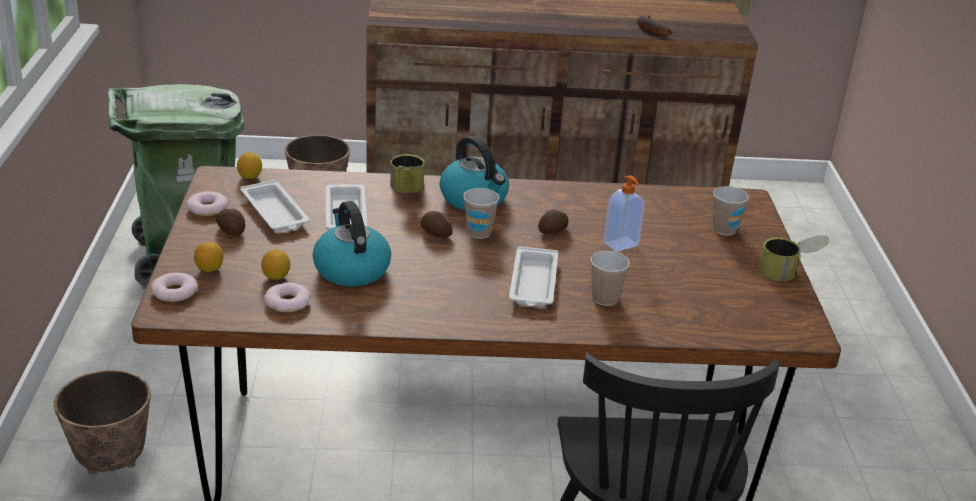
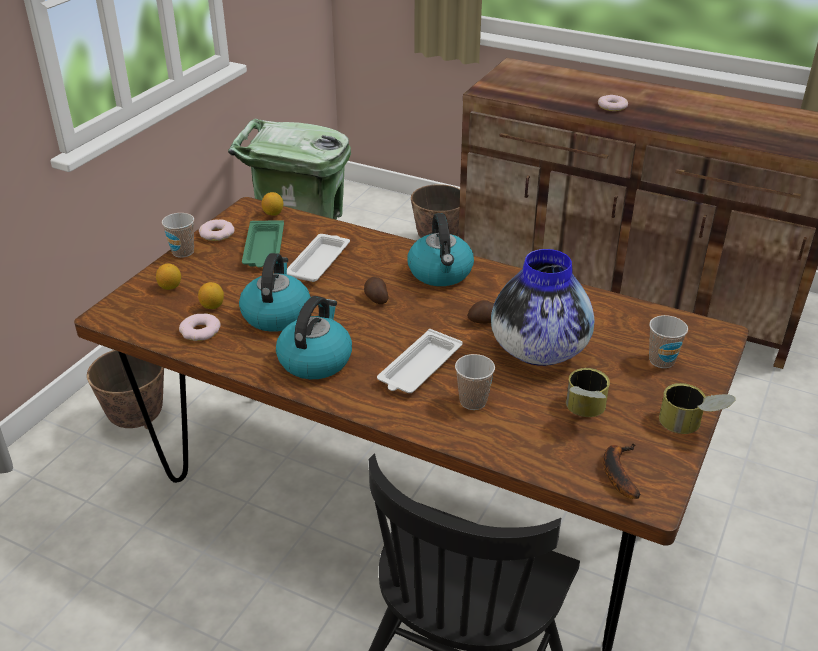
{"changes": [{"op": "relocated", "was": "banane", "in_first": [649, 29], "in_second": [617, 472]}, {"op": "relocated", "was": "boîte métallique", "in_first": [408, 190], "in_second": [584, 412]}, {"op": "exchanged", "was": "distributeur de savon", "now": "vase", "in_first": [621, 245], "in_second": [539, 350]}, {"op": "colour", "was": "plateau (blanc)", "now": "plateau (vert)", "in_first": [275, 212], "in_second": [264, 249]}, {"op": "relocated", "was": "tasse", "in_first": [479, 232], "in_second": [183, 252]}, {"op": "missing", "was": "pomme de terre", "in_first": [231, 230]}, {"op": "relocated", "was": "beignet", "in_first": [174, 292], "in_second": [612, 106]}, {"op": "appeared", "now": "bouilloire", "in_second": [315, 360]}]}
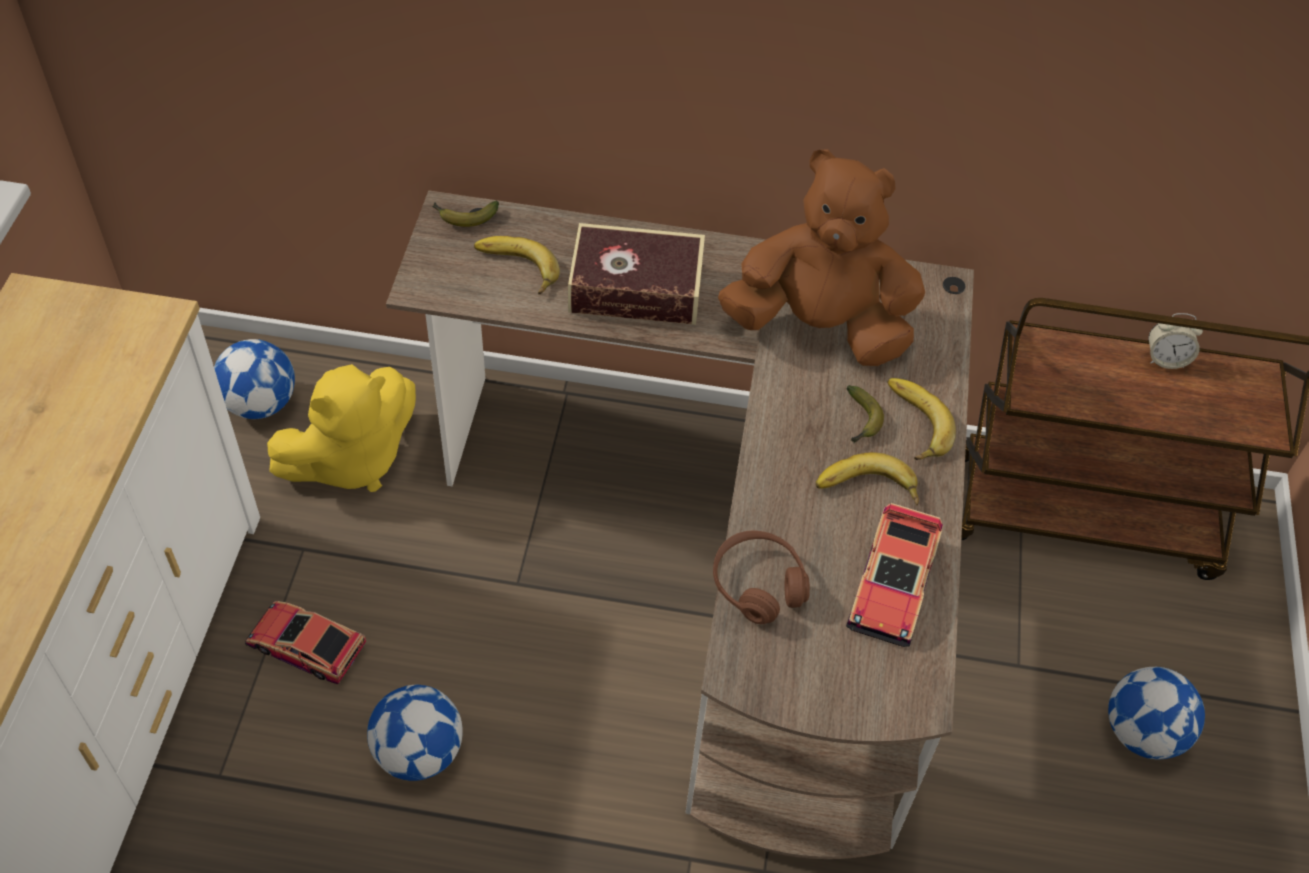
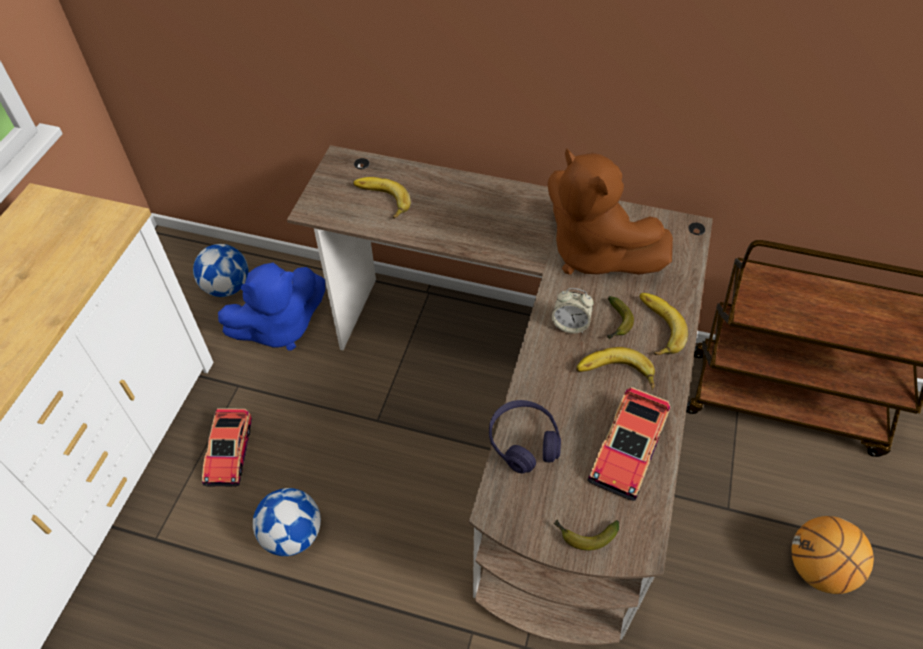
{"changes": [{"op": "spun", "was": "peluche (marron)", "in_first": [819, 327], "in_second": [593, 253], "clockwise": -150}, {"op": "relocated", "was": "banane", "in_first": [464, 217], "in_second": [584, 535]}, {"op": "missing", "was": "livre", "in_first": [636, 288]}, {"op": "relocated", "was": "réveil", "in_first": [1165, 359], "in_second": [570, 324]}, {"op": "colour", "was": "peluche (jaune)", "now": "peluche (bleu)", "in_first": [352, 459], "in_second": [280, 328]}, {"op": "colour", "was": "casque audio (marron)", "now": "casque audio (violet)", "in_first": [758, 584], "in_second": [523, 441]}, {"op": "spun", "was": "petite voiture", "in_first": [306, 646], "in_second": [228, 452], "clockwise": -120}, {"op": "exchanged", "was": "ballon de foot", "now": "ballon de basket", "in_first": [1142, 733], "in_second": [818, 568]}]}
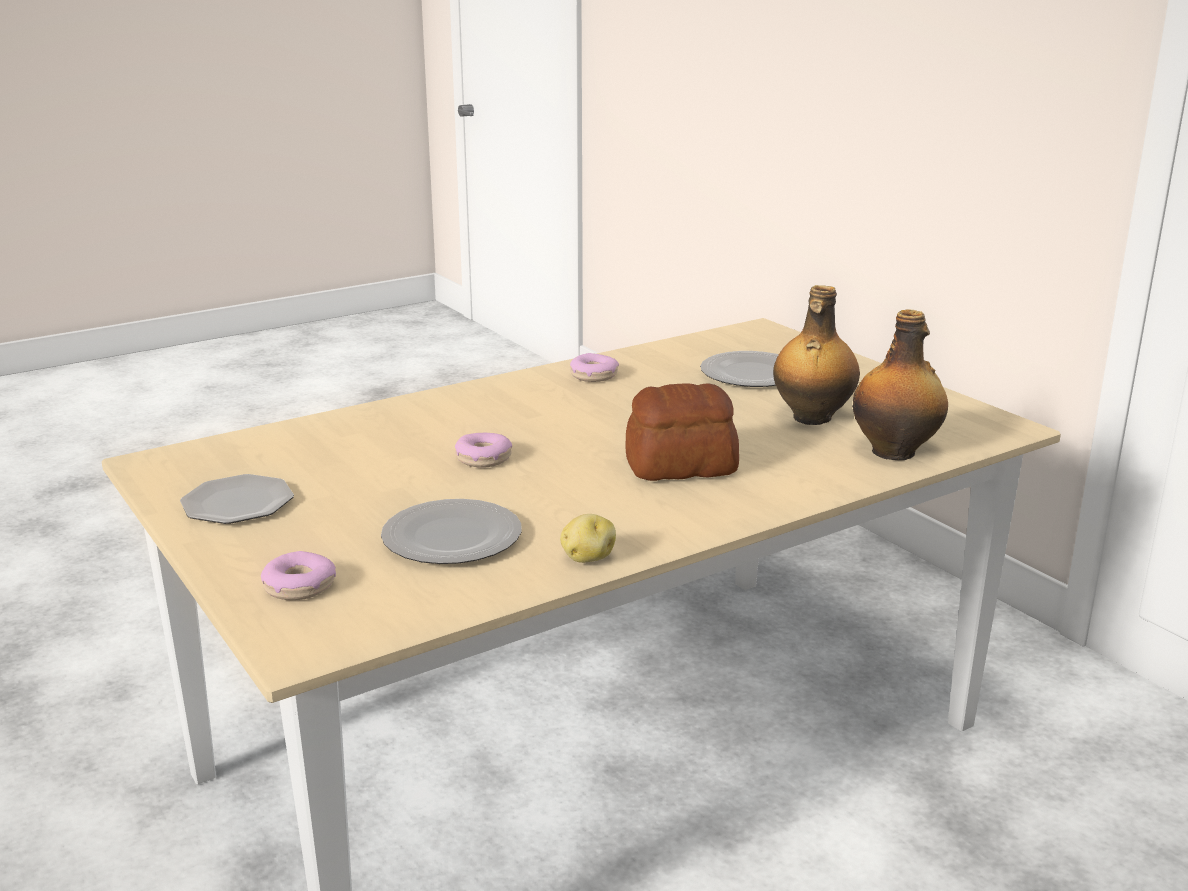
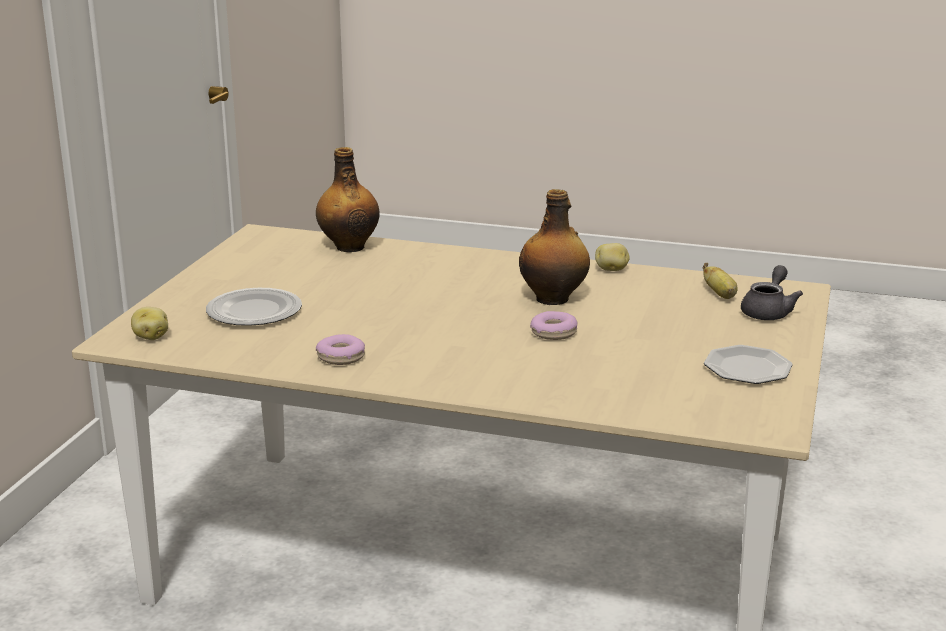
{"changes": [{"op": "relocated", "was": "bouteille", "in_first": [811, 418], "in_second": [553, 299]}, {"op": "missing", "was": "pain", "in_first": [679, 466]}, {"op": "missing", "was": "assiette", "in_first": [450, 537]}, {"op": "exchanged", "was": "beignet", "now": "théière (gris)", "in_first": [300, 586], "in_second": [768, 311]}, {"op": "appeared", "now": "banane", "in_second": [720, 295]}, {"op": "appeared", "now": "pomme de terre", "in_second": [151, 337]}]}
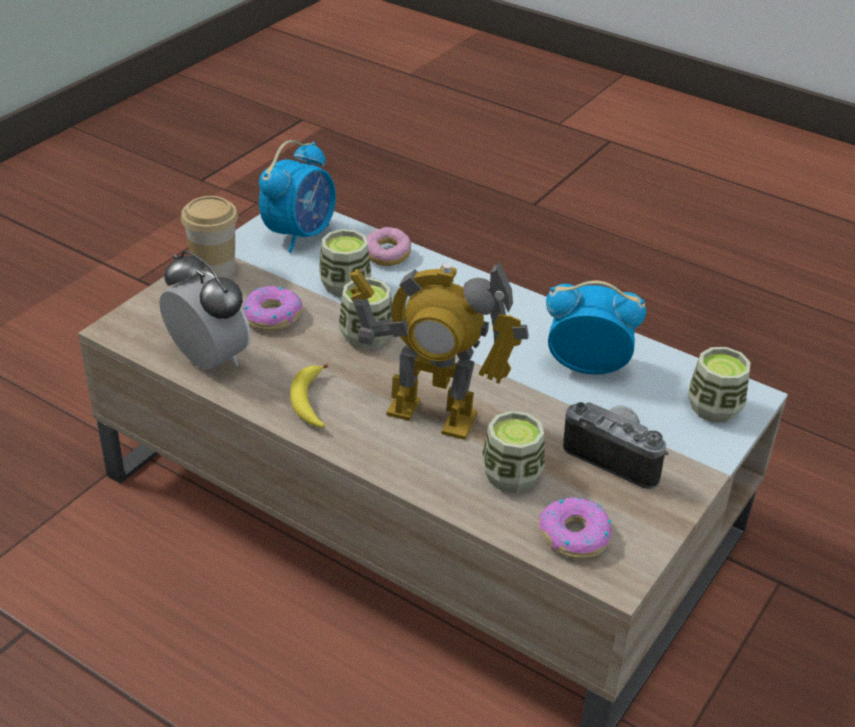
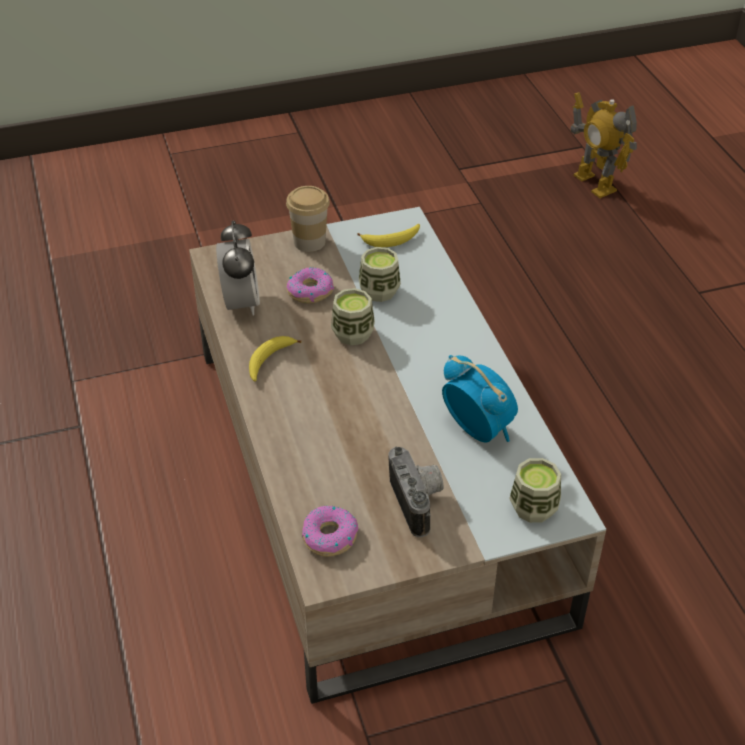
{"changes": [{"op": "exchanged", "was": "réveil", "now": "banane", "in_first": [300, 234], "in_second": [391, 240]}, {"op": "missing", "was": "beignet", "in_first": [387, 255]}, {"op": "relocated", "was": "robot jouet", "in_first": [432, 415], "in_second": [594, 183]}, {"op": "missing", "was": "tasse", "in_first": [511, 476]}]}
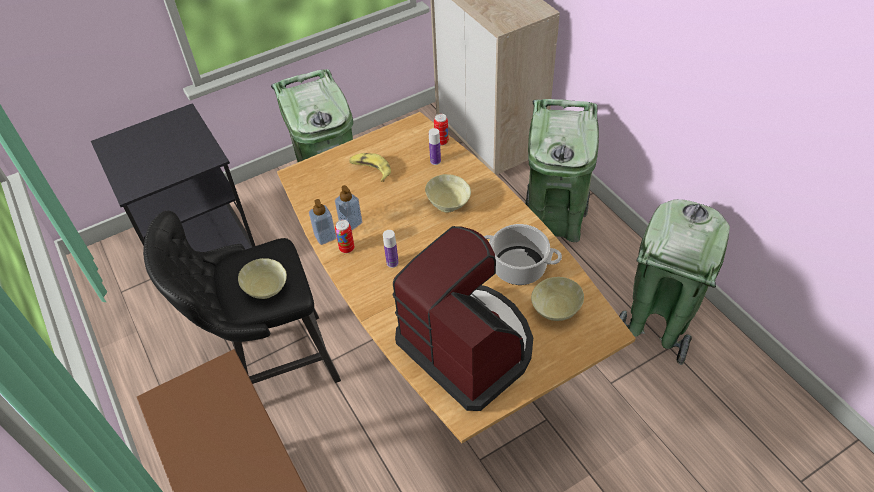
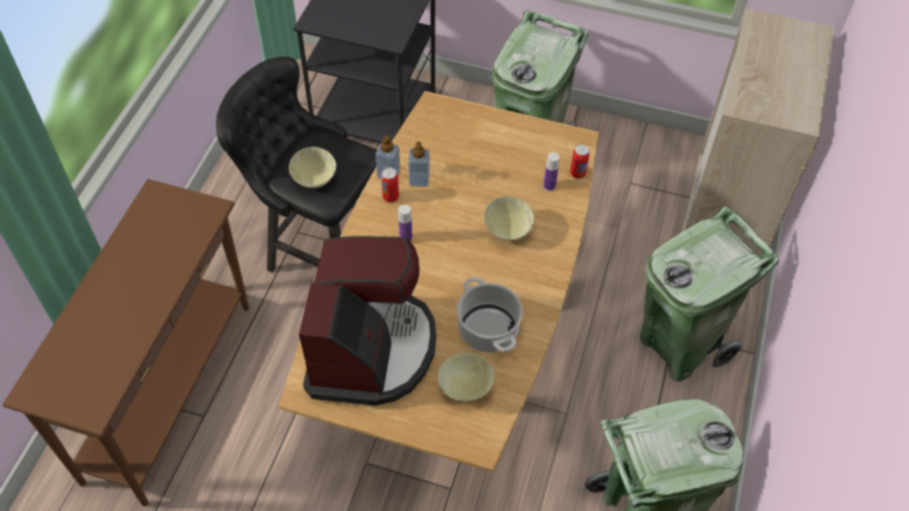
{"changes": [{"op": "missing", "was": "banane", "in_first": [371, 170]}]}
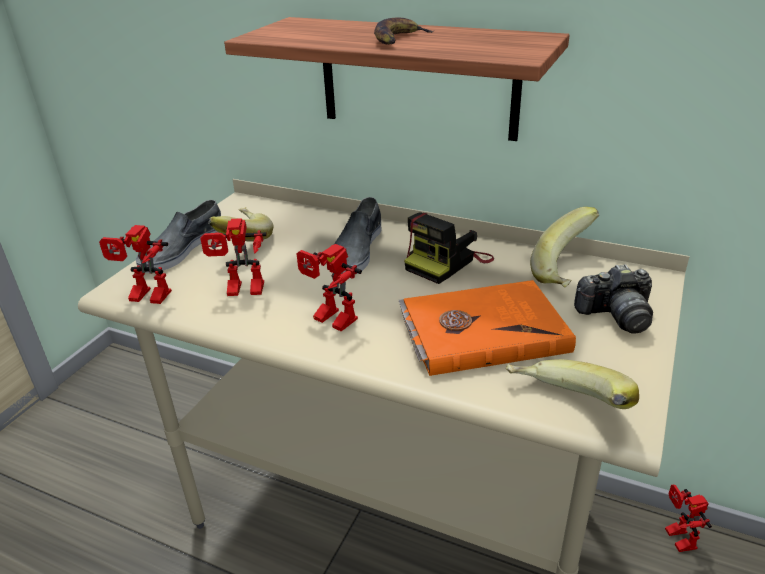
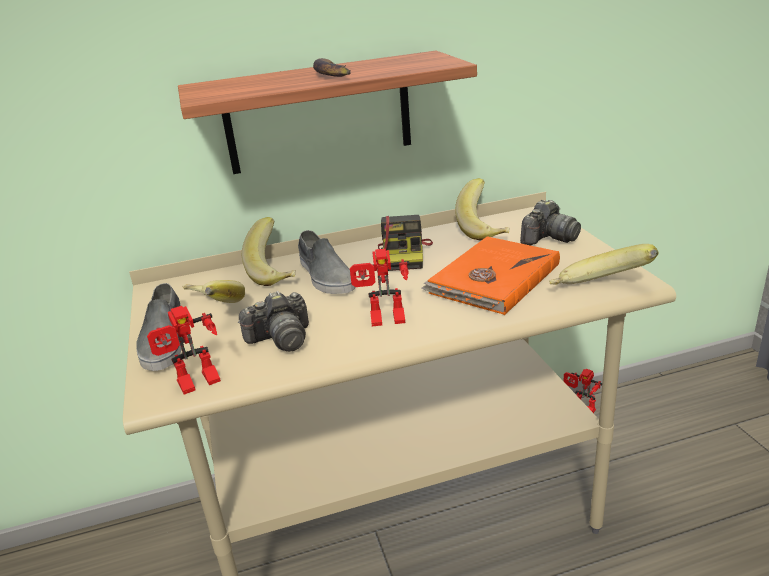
{"changes": [{"op": "exchanged", "was": "robot jouet", "now": "appareil photo", "in_first": [242, 291], "in_second": [281, 339]}, {"op": "appeared", "now": "banane", "in_second": [277, 272]}]}
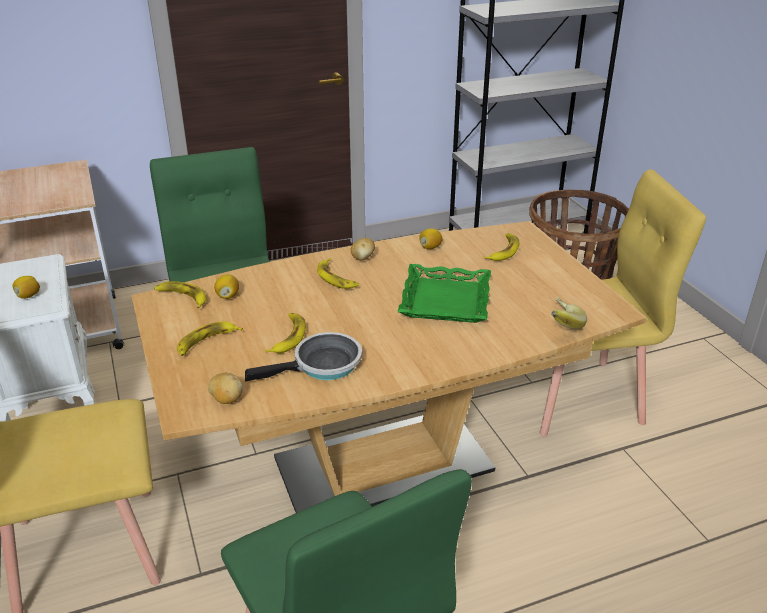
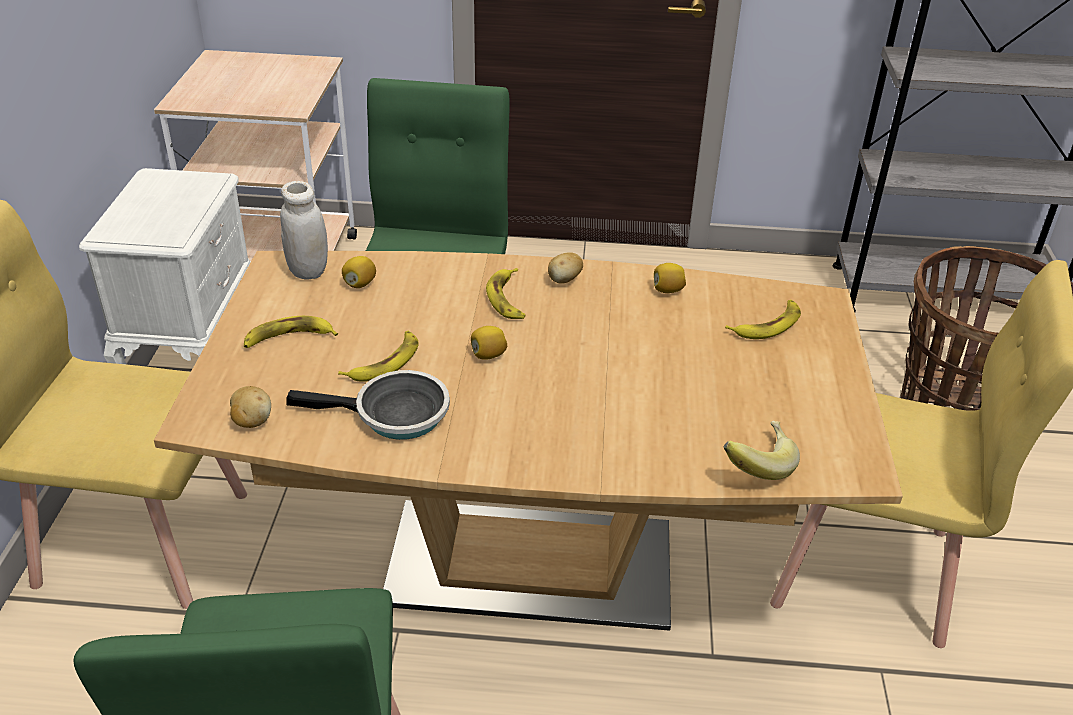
{"changes": [{"op": "missing", "was": "plateau (vert)", "in_first": [444, 300]}, {"op": "relocated", "was": "citron", "in_first": [28, 296], "in_second": [488, 355]}, {"op": "exchanged", "was": "banane", "now": "bocal (blanc)", "in_first": [182, 297], "in_second": [308, 270]}]}
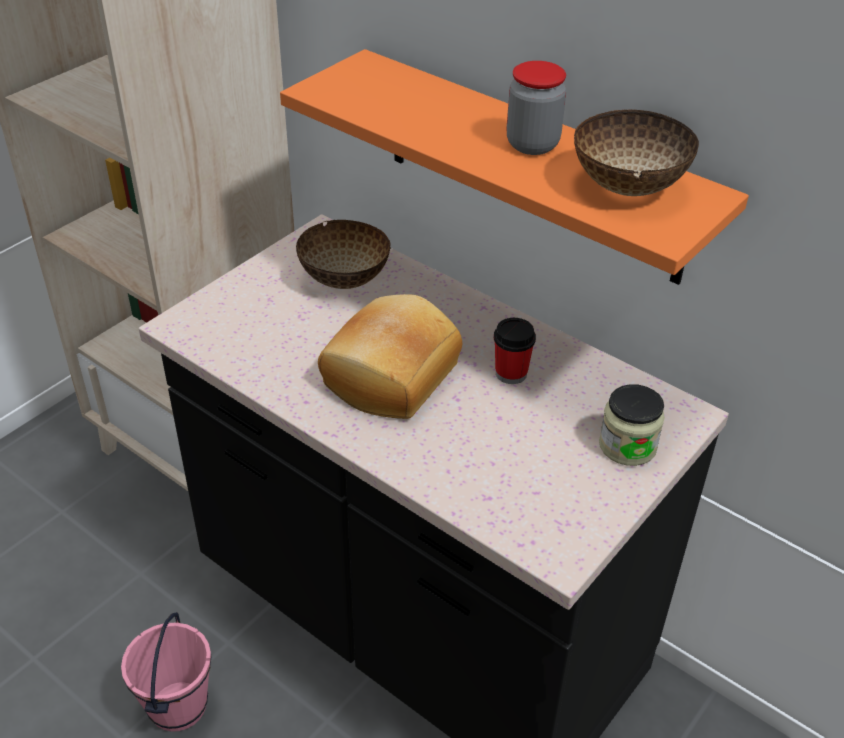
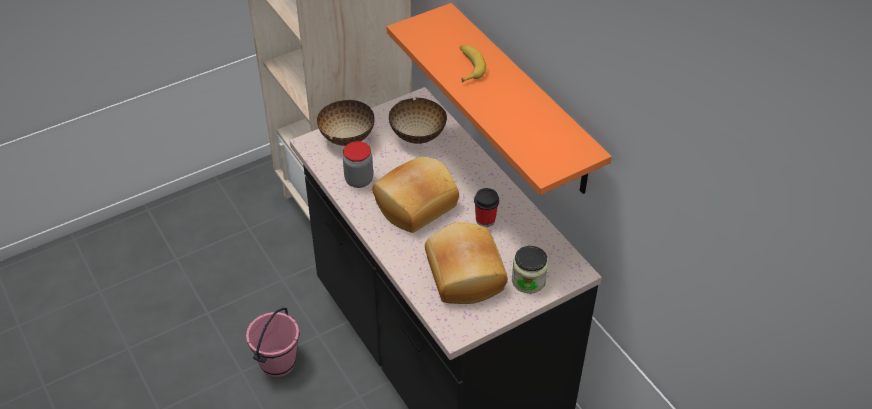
{"changes": [{"op": "relocated", "was": "bocal", "in_first": [532, 144], "in_second": [359, 180]}, {"op": "relocated", "was": "bol", "in_first": [626, 186], "in_second": [347, 137]}, {"op": "appeared", "now": "banane", "in_second": [468, 66]}, {"op": "appeared", "now": "pain", "in_second": [463, 275]}]}
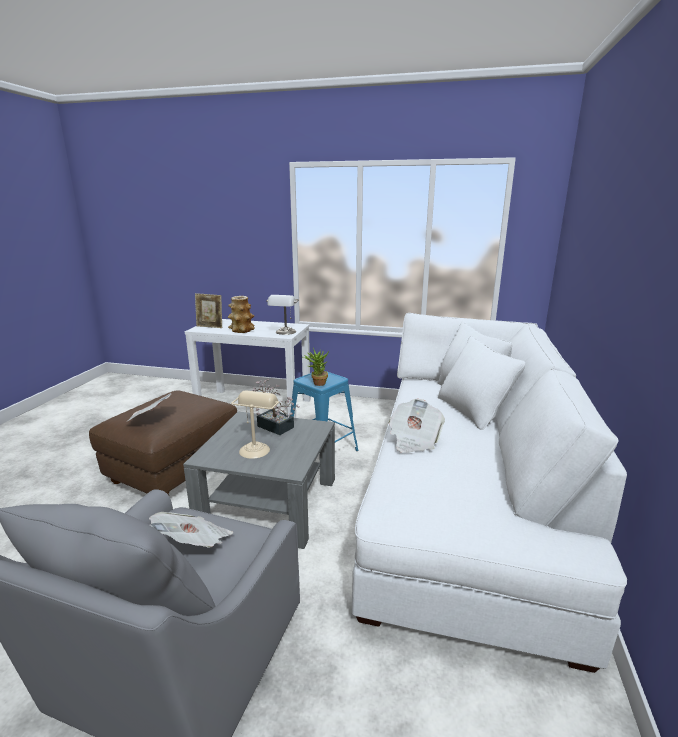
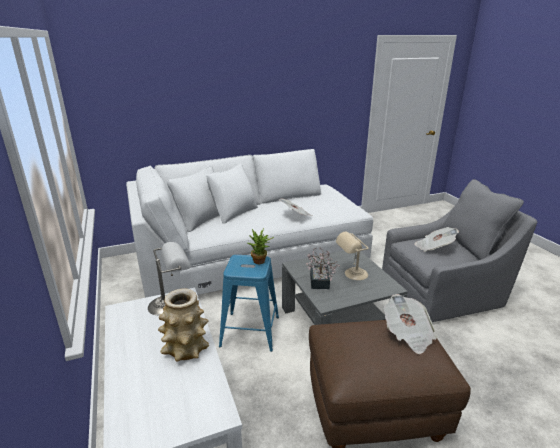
{"changes": [{"op": "missing", "was": "cadre photo", "in_first": [210, 327]}]}
